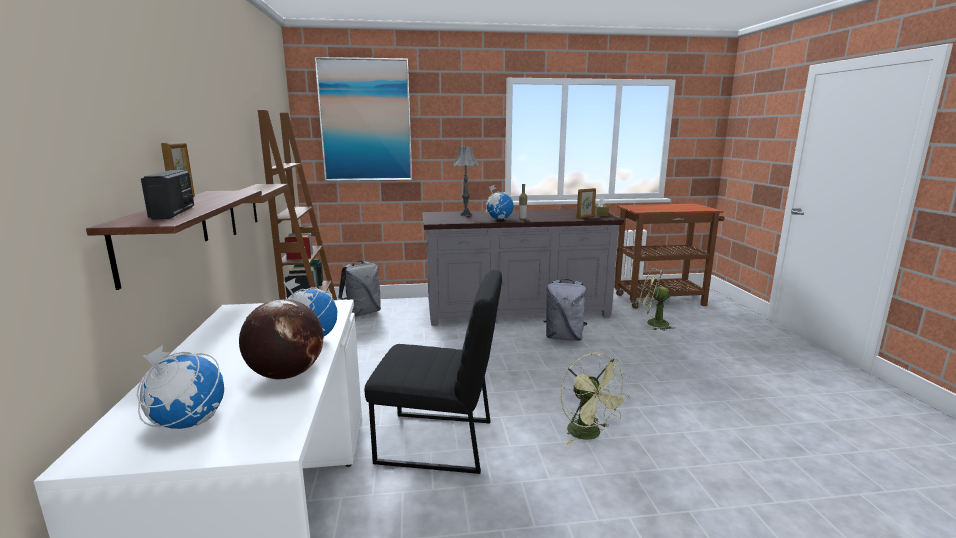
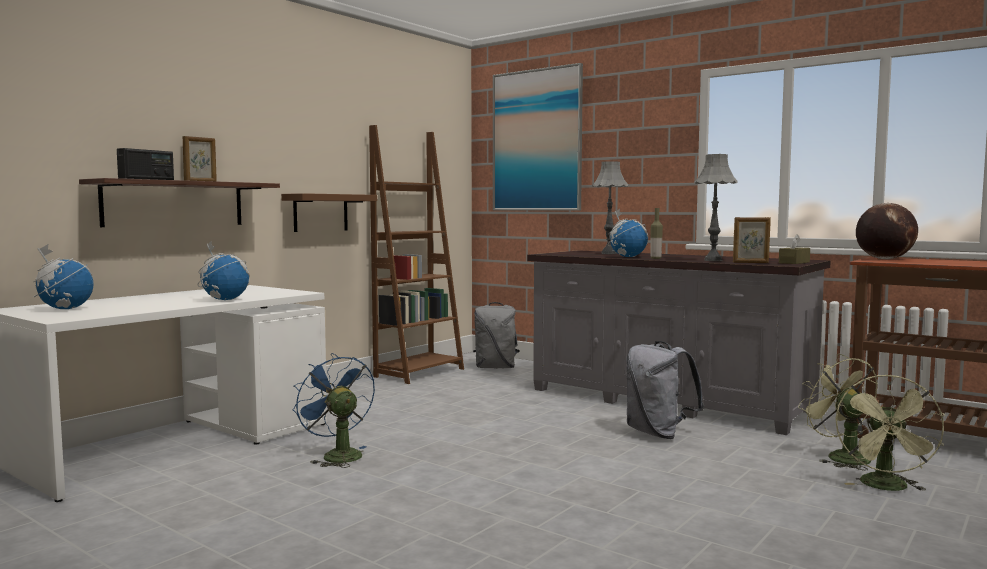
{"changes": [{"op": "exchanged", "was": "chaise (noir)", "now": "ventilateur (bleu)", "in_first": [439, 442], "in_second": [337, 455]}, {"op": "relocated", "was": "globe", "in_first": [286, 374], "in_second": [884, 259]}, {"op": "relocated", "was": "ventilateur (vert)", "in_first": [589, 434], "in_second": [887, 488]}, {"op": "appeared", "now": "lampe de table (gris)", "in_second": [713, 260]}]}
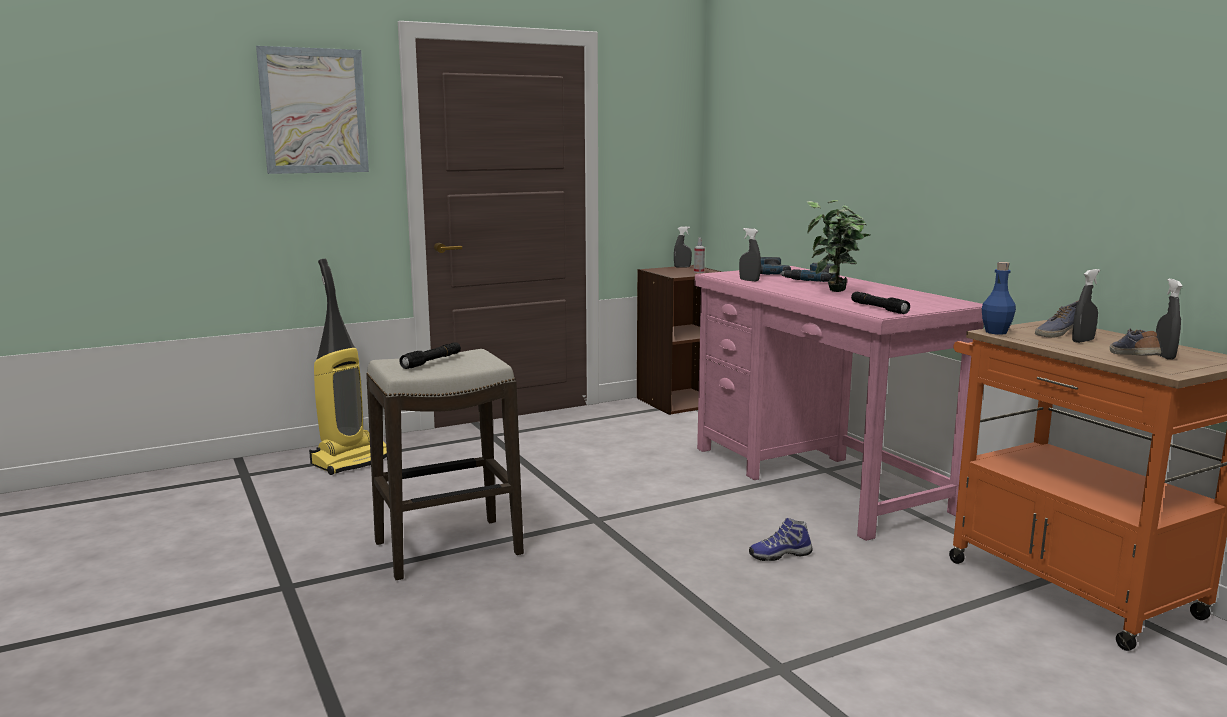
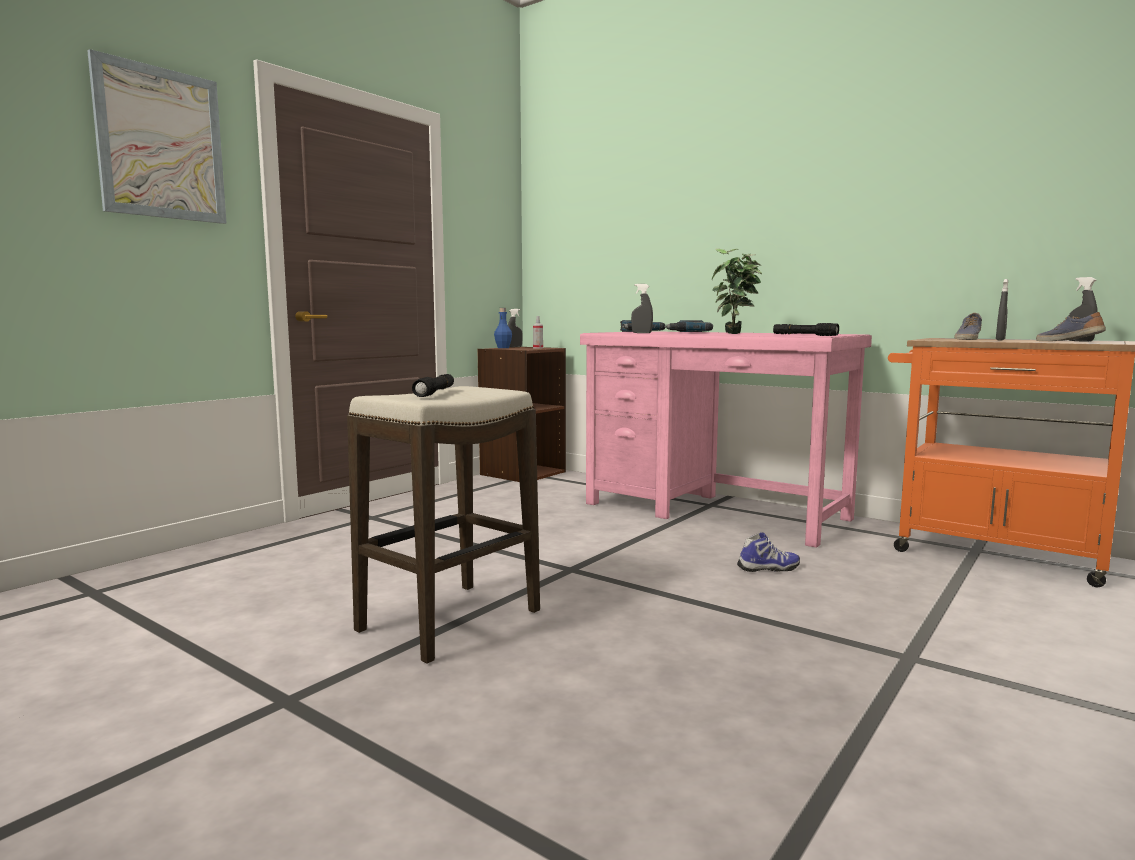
{"changes": [{"op": "missing", "was": "aspirateur", "in_first": [352, 460]}, {"op": "relocated", "was": "bouteille (bleu)", "in_first": [996, 332], "in_second": [503, 348]}, {"op": "spun", "was": "chaussure", "in_first": [779, 555], "in_second": [769, 569], "clockwise": -150}]}
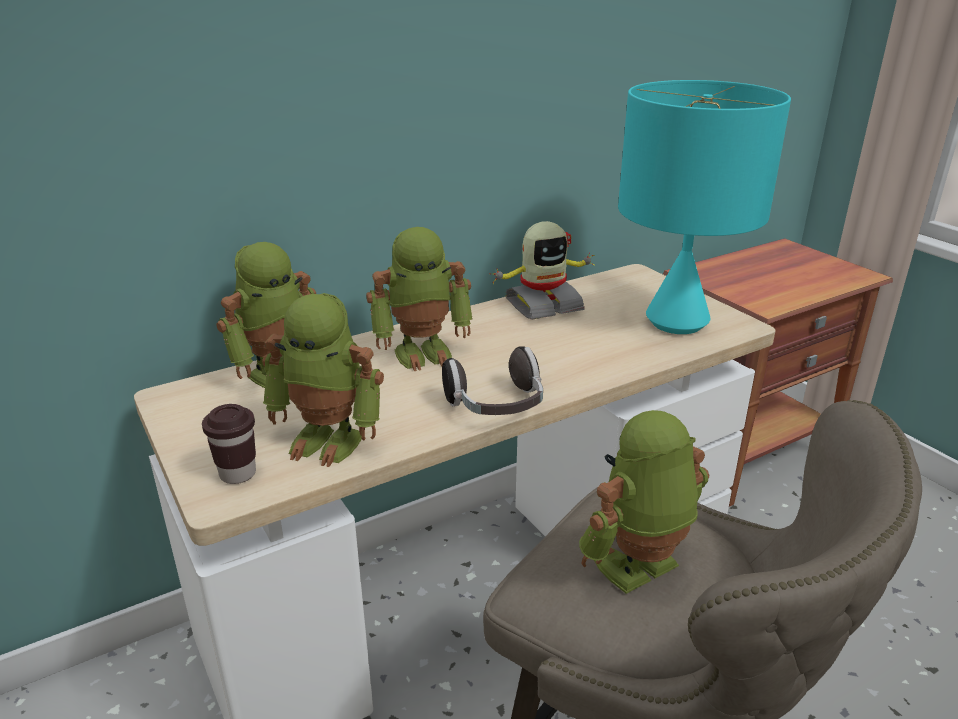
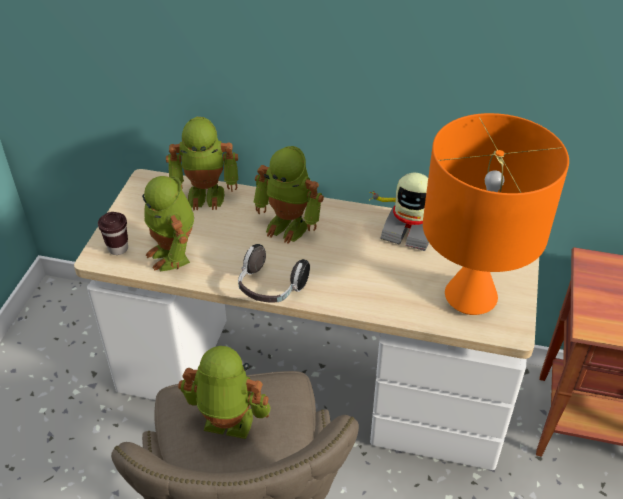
{"changes": [{"op": "colour", "was": "lampe de table (turquoise)", "now": "lampe de table (orange)", "in_first": [676, 323], "in_second": [470, 300]}]}
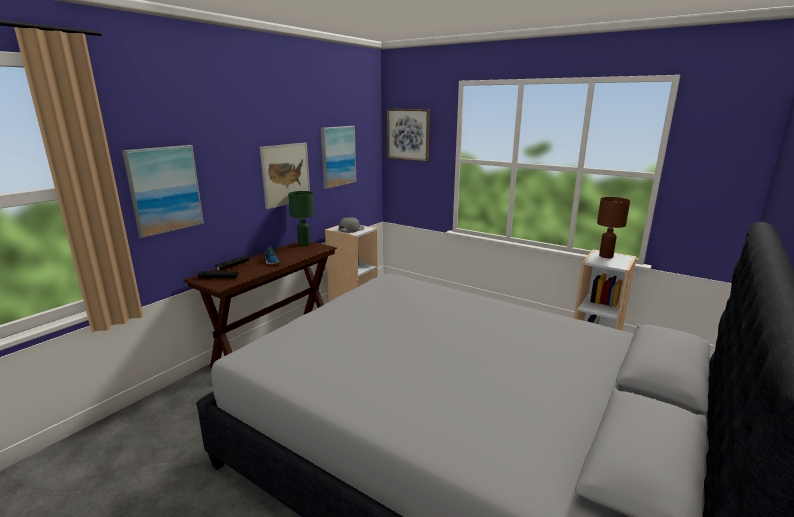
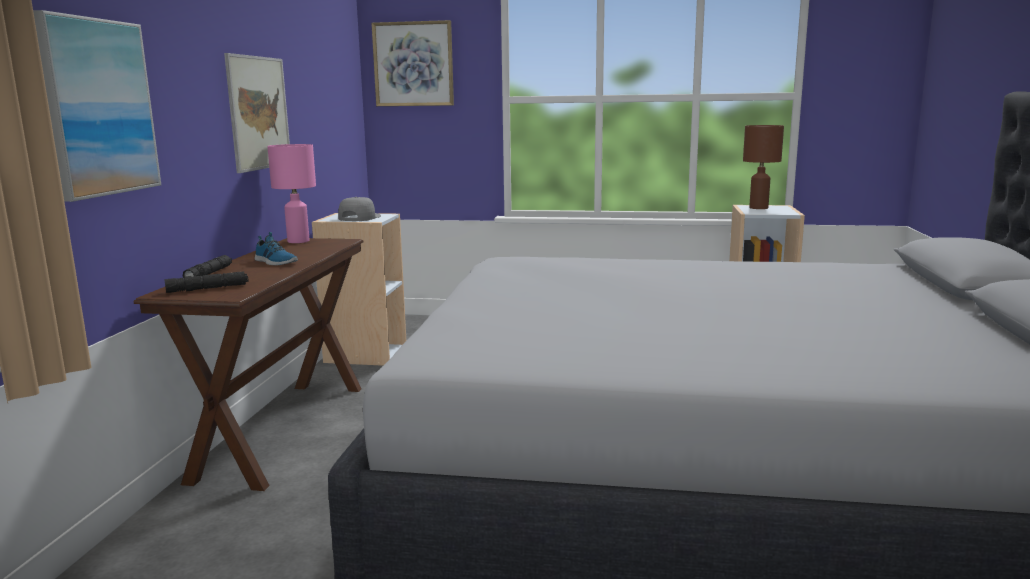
{"changes": [{"op": "missing", "was": "tableau", "in_first": [338, 156]}, {"op": "colour", "was": "lampe de table (vert)", "now": "lampe de table (rose)", "in_first": [303, 244], "in_second": [297, 241]}]}
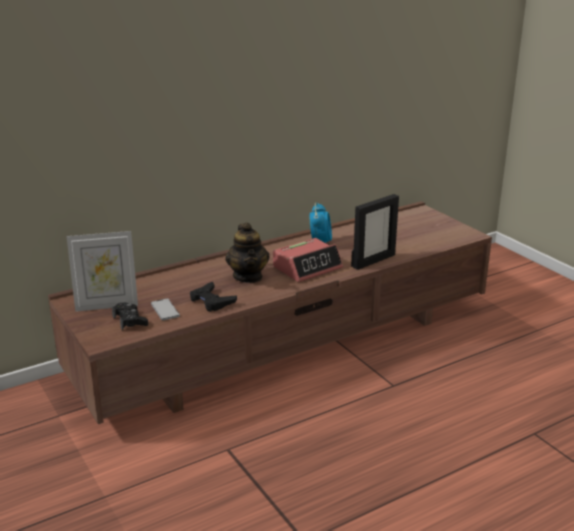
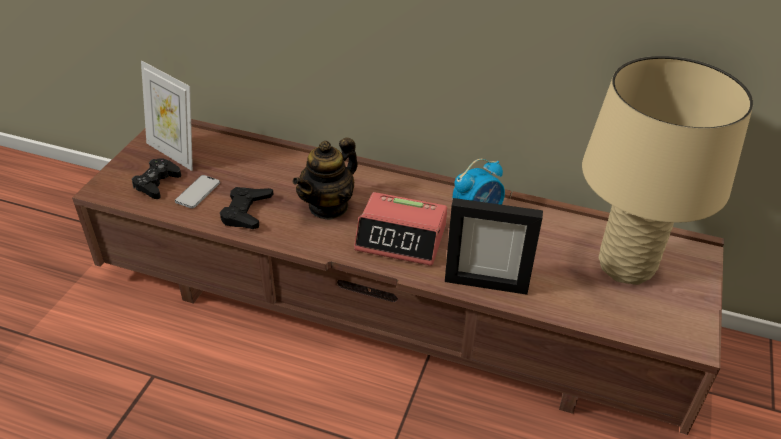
{"changes": [{"op": "appeared", "now": "lampe de table (beige)", "in_second": [626, 266]}]}
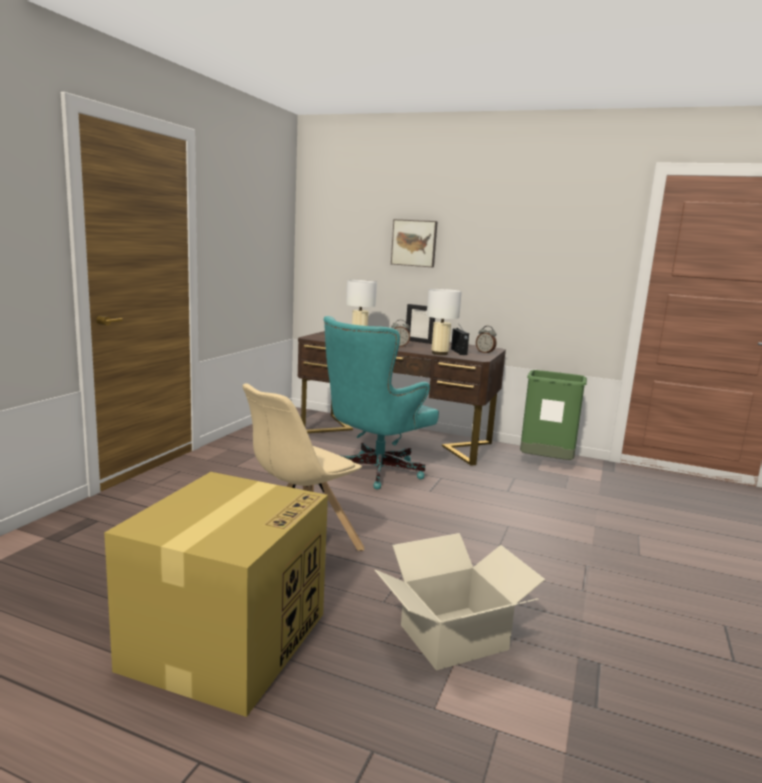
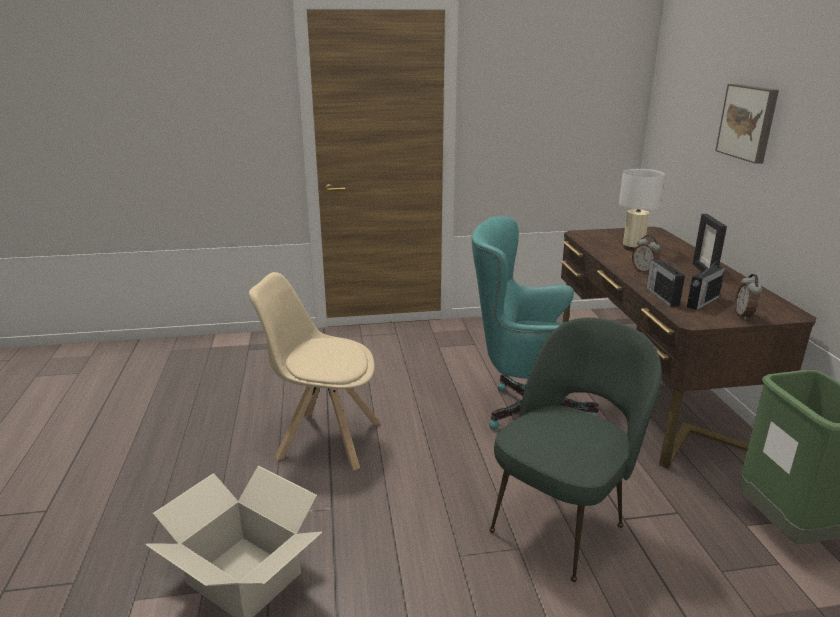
{"changes": [{"op": "exchanged", "was": "lampe de table (blanc)", "now": "radio", "in_first": [440, 353], "in_second": [662, 296]}, {"op": "missing", "was": "carton", "in_first": [227, 639]}, {"op": "appeared", "now": "chaise (vert)", "in_second": [563, 523]}]}
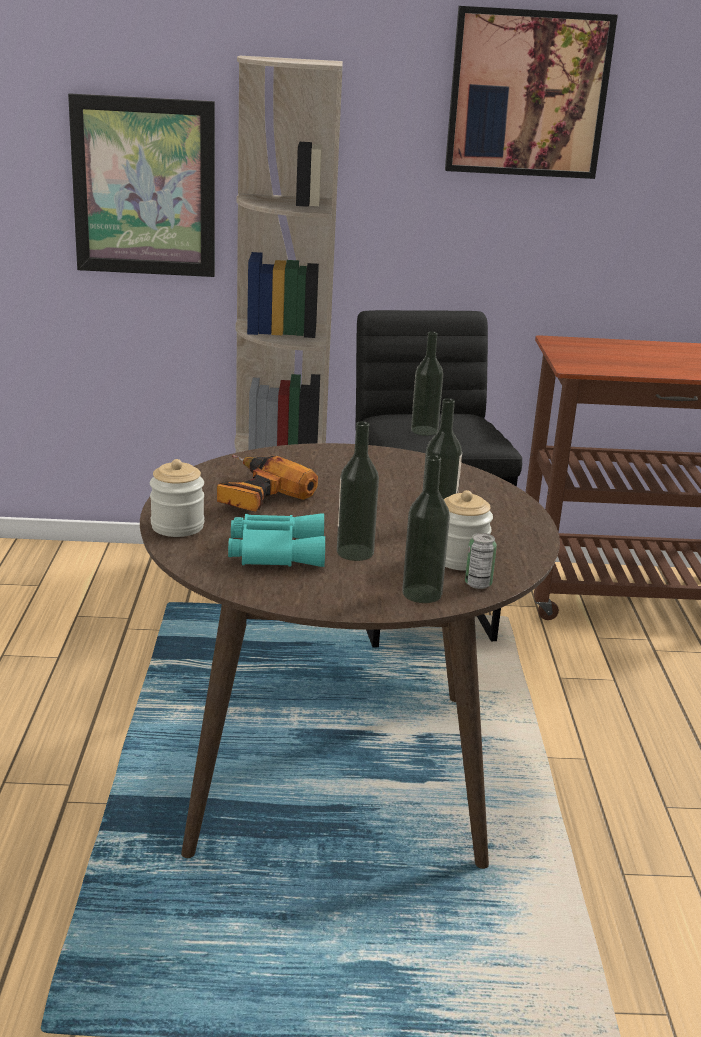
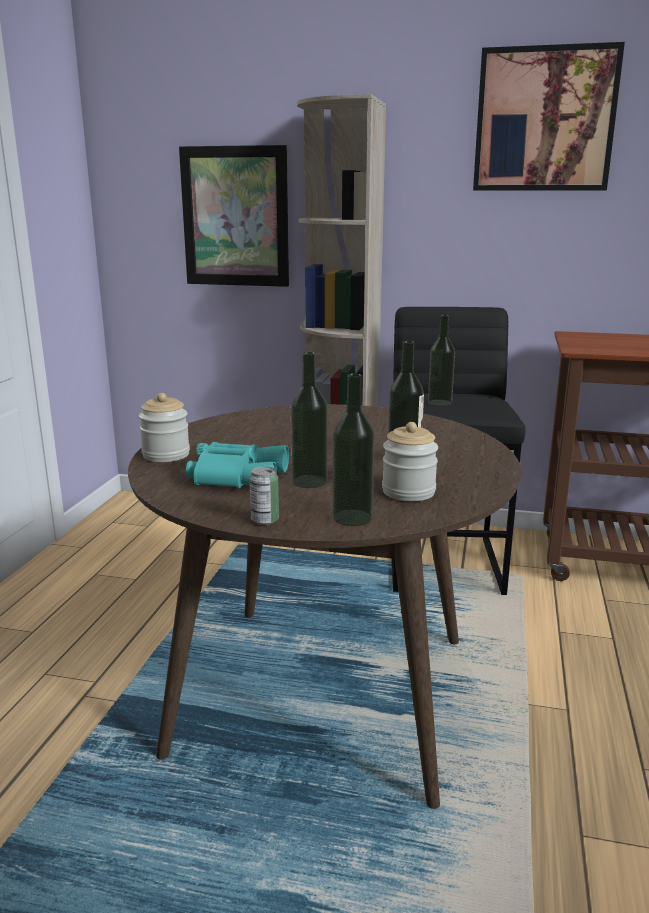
{"changes": [{"op": "missing", "was": "perceuse", "in_first": [255, 495]}, {"op": "relocated", "was": "boîte métallique", "in_first": [478, 584], "in_second": [265, 520]}]}
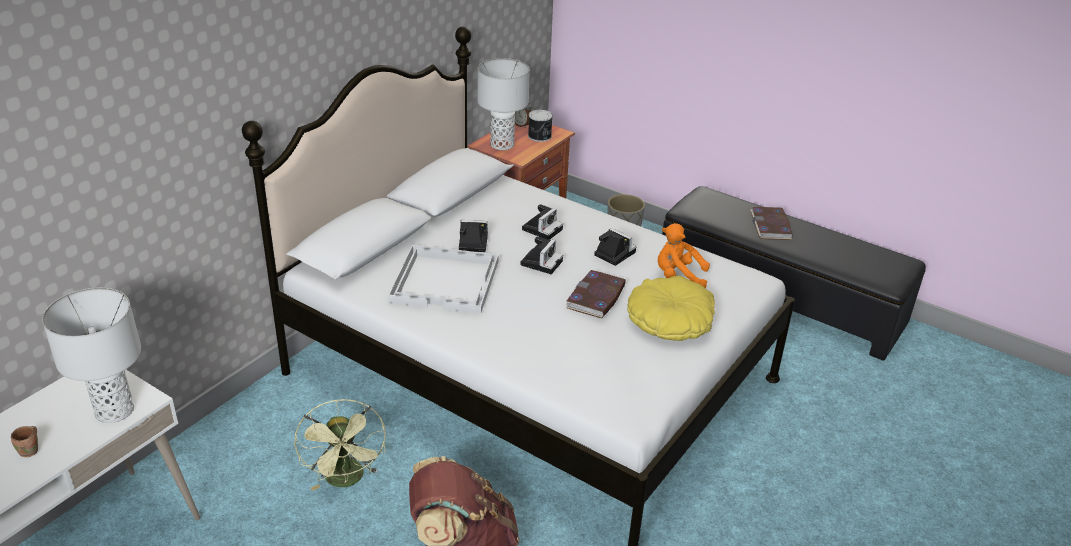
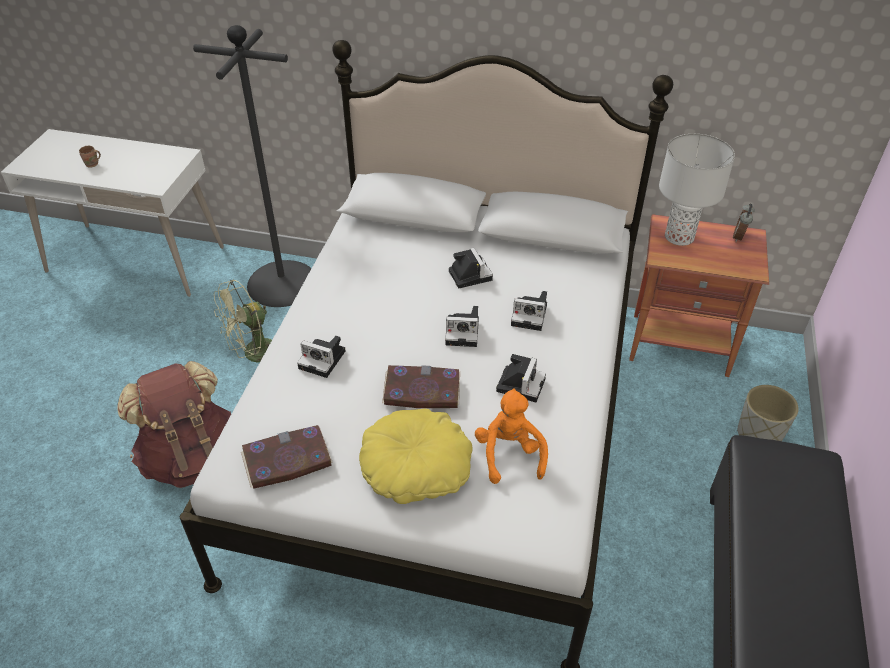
{"changes": [{"op": "missing", "was": "boîte métallique", "in_first": [540, 136]}, {"op": "relocated", "was": "livre", "in_first": [771, 226], "in_second": [287, 460]}, {"op": "missing", "was": "plateau (blanc)", "in_first": [446, 281]}, {"op": "missing", "was": "lampe de table (blanc)", "in_first": [115, 410]}, {"op": "appeared", "now": "portant (noir)", "in_second": [282, 283]}, {"op": "appeared", "now": "appareil photo", "in_second": [324, 359]}]}
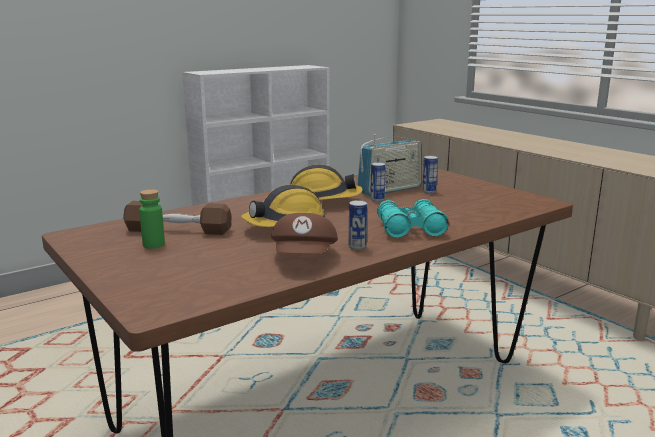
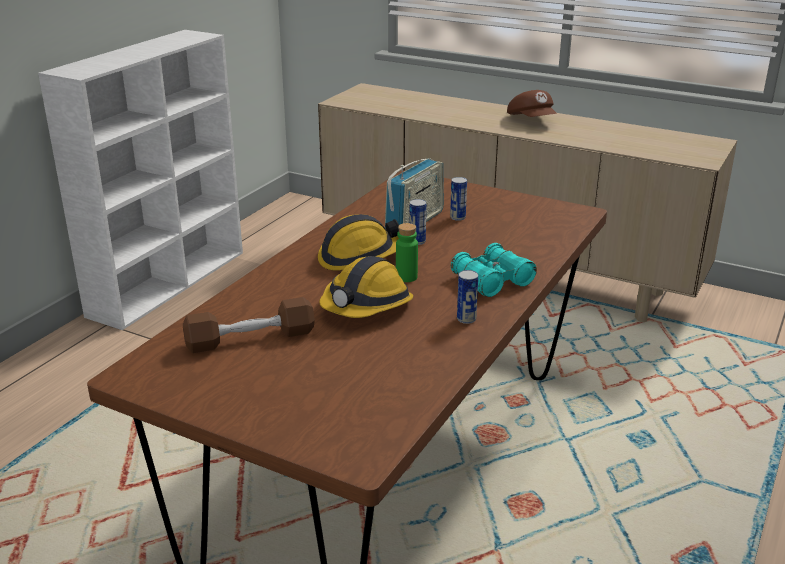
{"changes": [{"op": "relocated", "was": "bouteille (vert)", "in_first": [153, 245], "in_second": [406, 277]}, {"op": "relocated", "was": "casquette (marron)", "in_first": [305, 258], "in_second": [532, 120]}]}
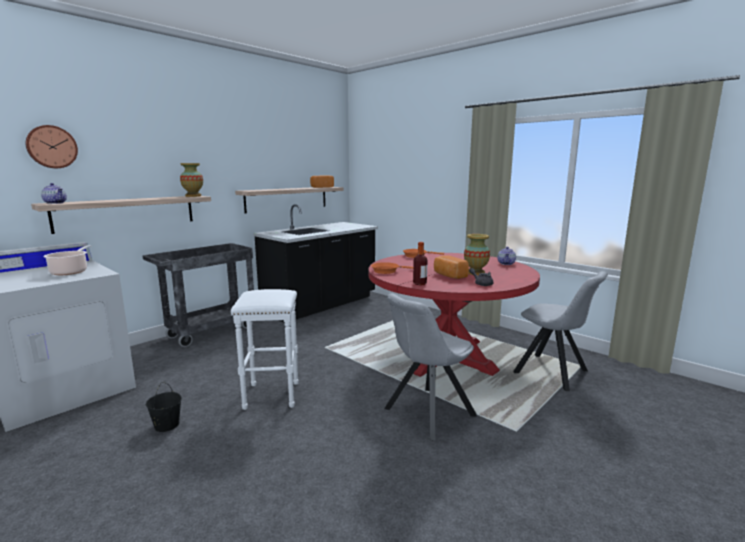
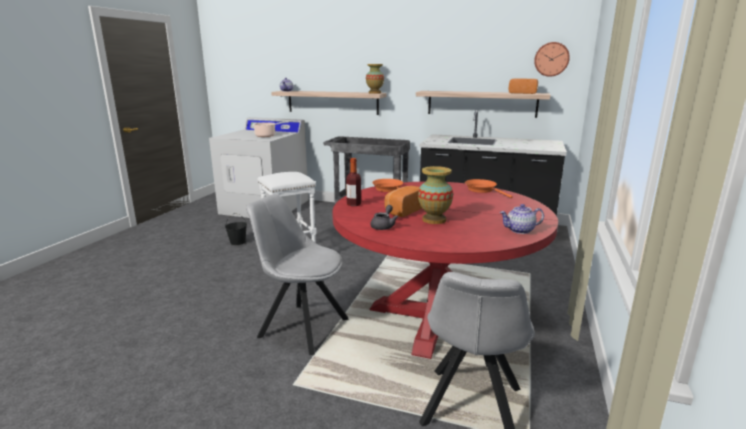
{"changes": [{"op": "relocated", "was": "horloge murale", "in_first": [51, 147], "in_second": [551, 59]}]}
